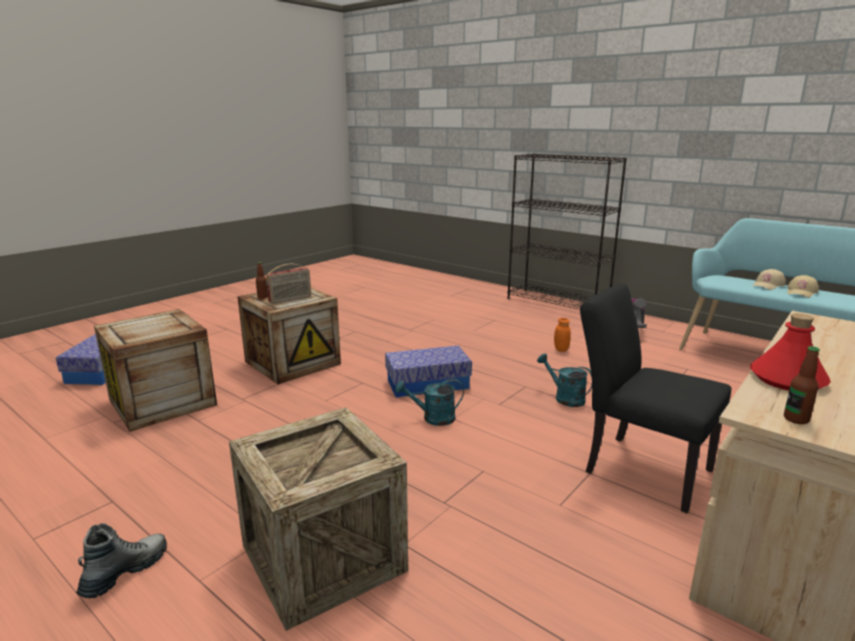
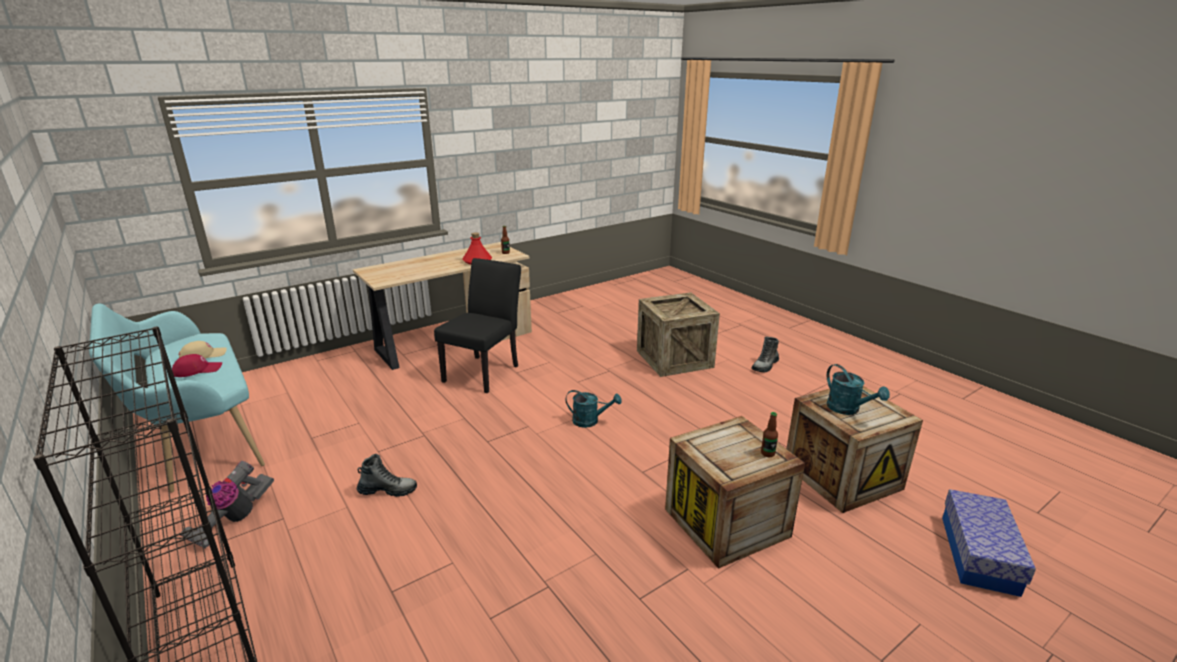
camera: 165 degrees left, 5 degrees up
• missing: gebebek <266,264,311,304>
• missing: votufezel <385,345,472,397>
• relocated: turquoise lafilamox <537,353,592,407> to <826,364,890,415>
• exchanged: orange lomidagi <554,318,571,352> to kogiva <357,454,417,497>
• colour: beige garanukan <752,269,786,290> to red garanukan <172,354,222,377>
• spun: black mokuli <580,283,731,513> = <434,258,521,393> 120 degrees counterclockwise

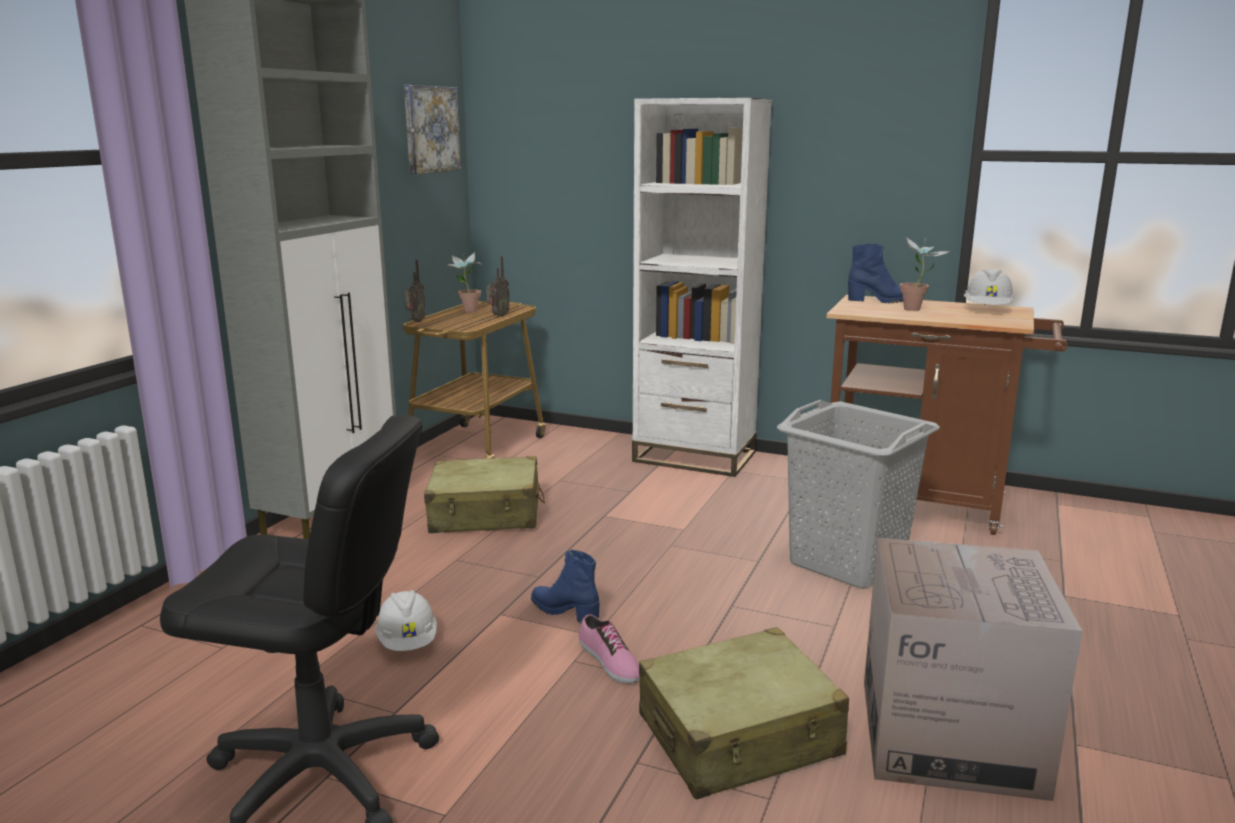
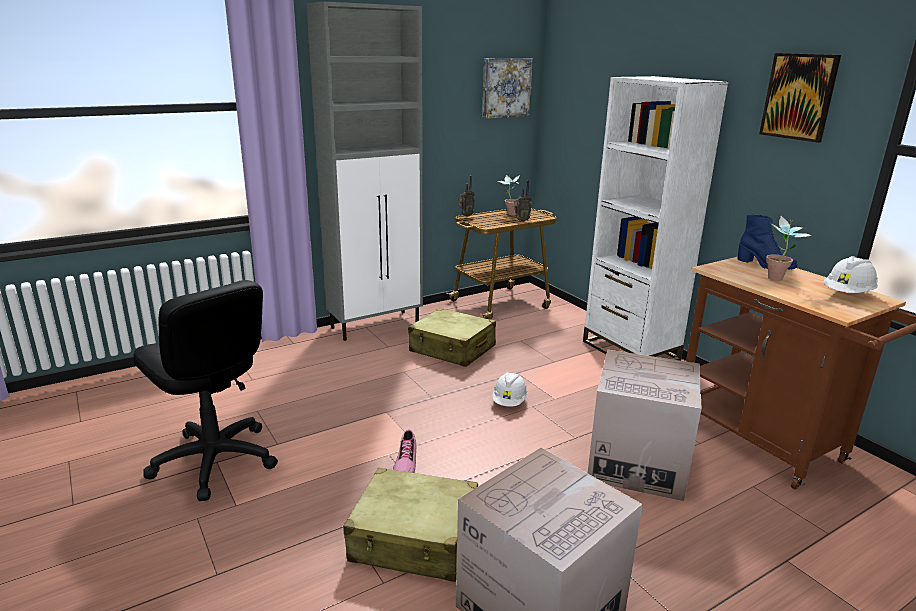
camera: 35 degrees right, 5 degrees up
• missing: blue kogiva <531,550,600,624>
• appeared: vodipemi <759,53,841,143>
• relocated: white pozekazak <375,590,437,651> to <492,372,528,407>
• exchanged: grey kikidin <777,400,940,589> to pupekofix <588,350,702,501>

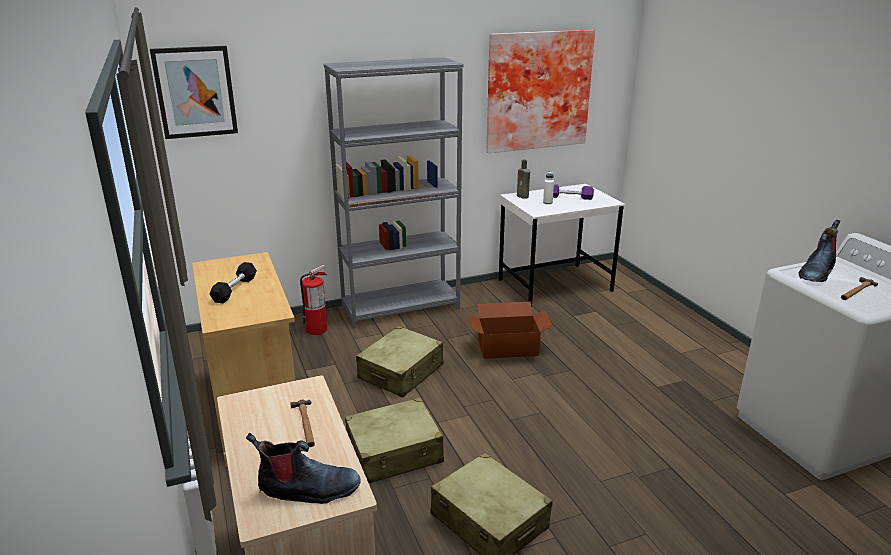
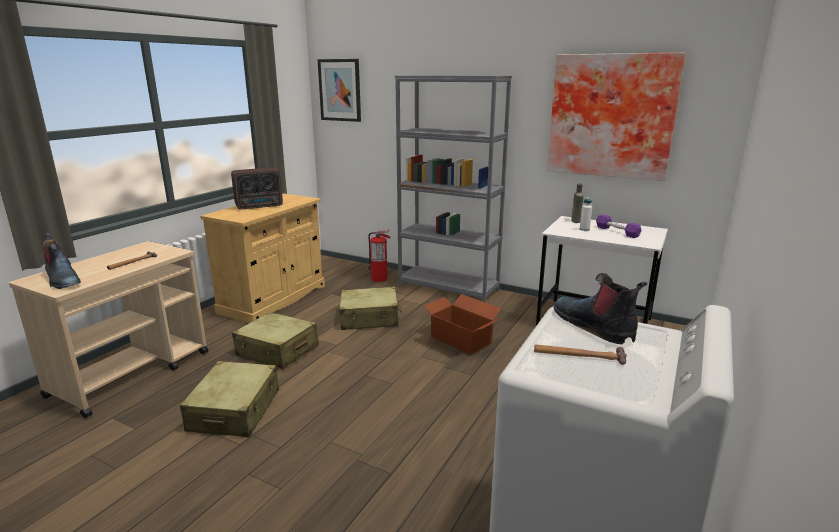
camera: 50 degrees right, 5 degrees down
• exchanged: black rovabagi <210,262,257,303> to gebebek <231,168,283,210>
• spun: kogiva <798,220,840,282> = <554,273,647,344> 60 degrees clockwise

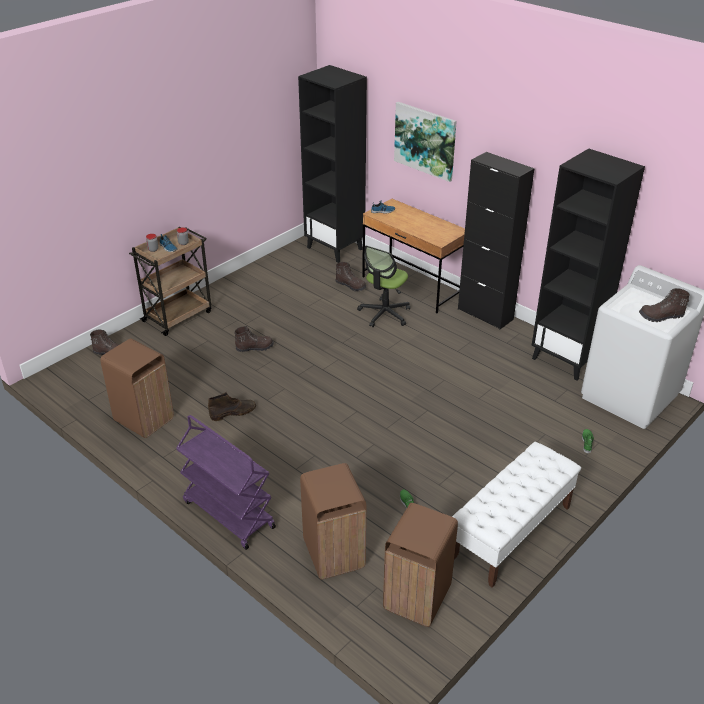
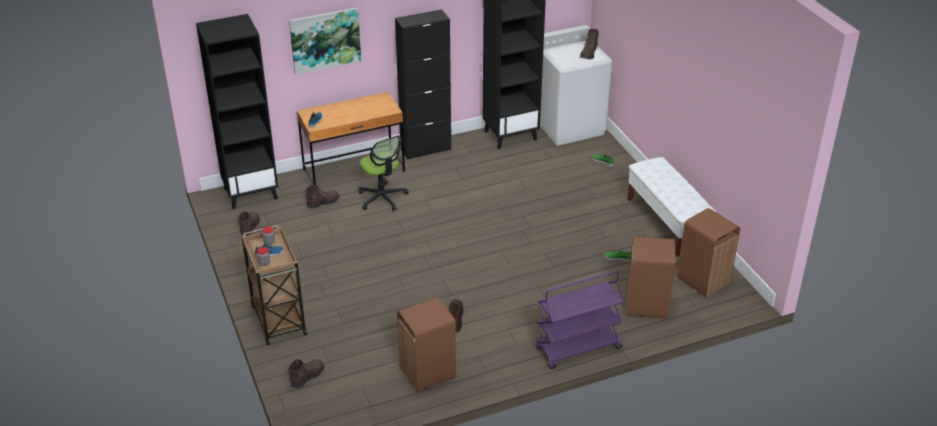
camera: 65 degrees left, 0 degrees up
• relocated: brown kogiva <234,326,274,352> to <238,212,260,236>

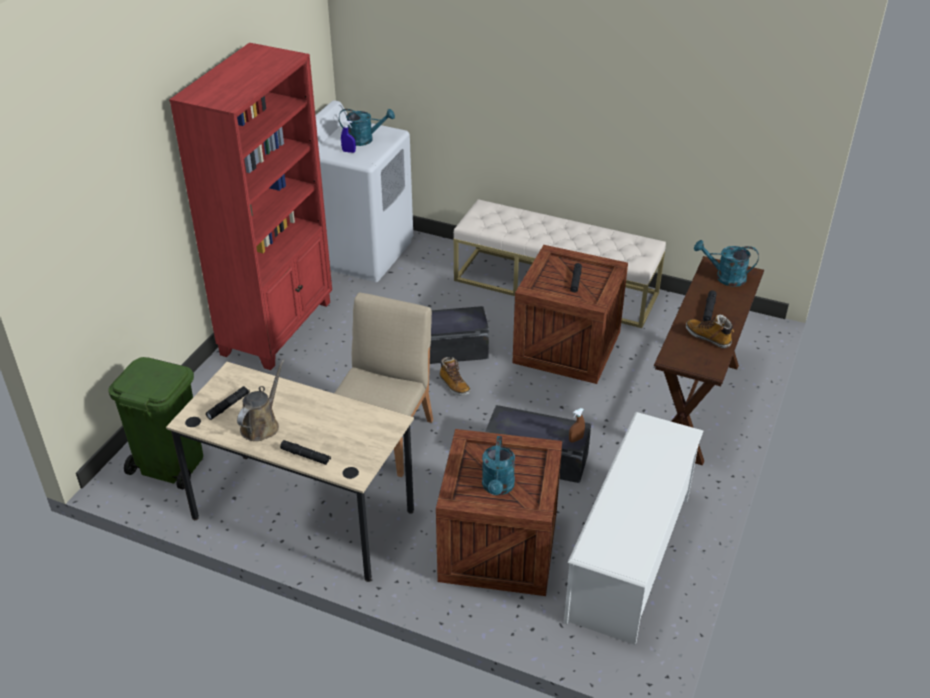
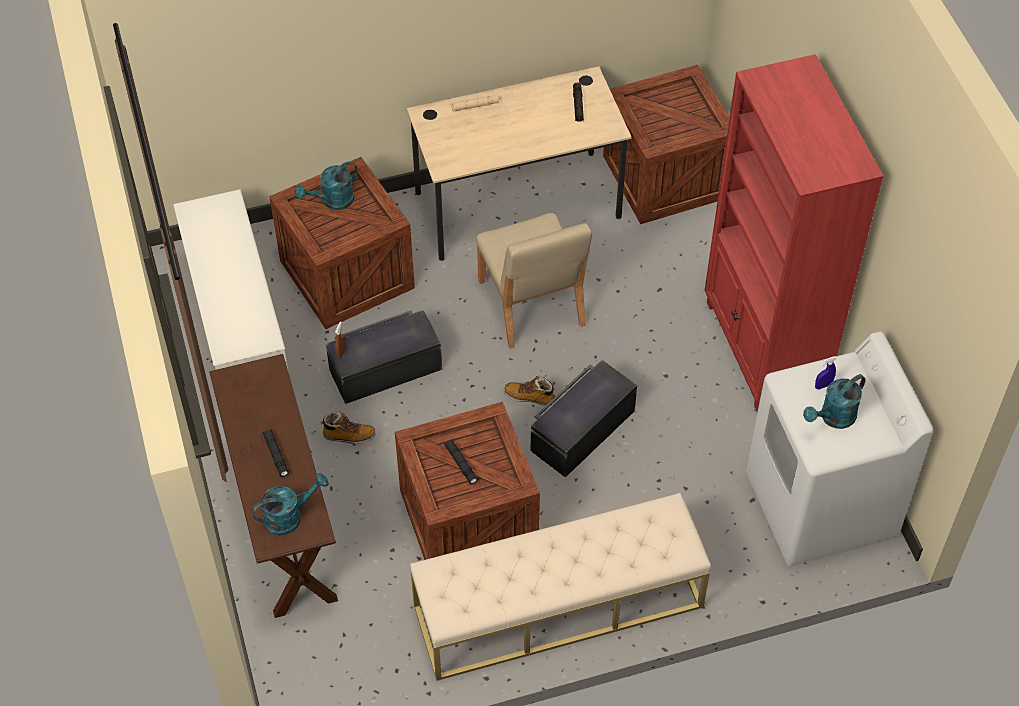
camera: 140 degrees right, 15 degrees up
• missing: brown lafilamox <237,359,285,441>
• relocated: kogiva <686,314,734,348> to <321,411,376,445>
• exchanged: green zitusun <109,357,203,490> to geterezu <603,65,730,224>
• colour: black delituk <280,440,331,465> to beige delituk <451,95,499,111>
• spun: turquoise lafilamox <482,436,515,495> = <295,161,358,210> 90 degrees counterclockwise

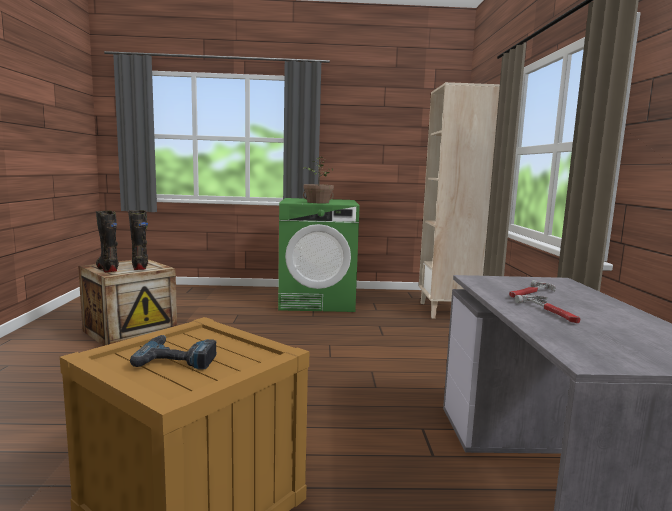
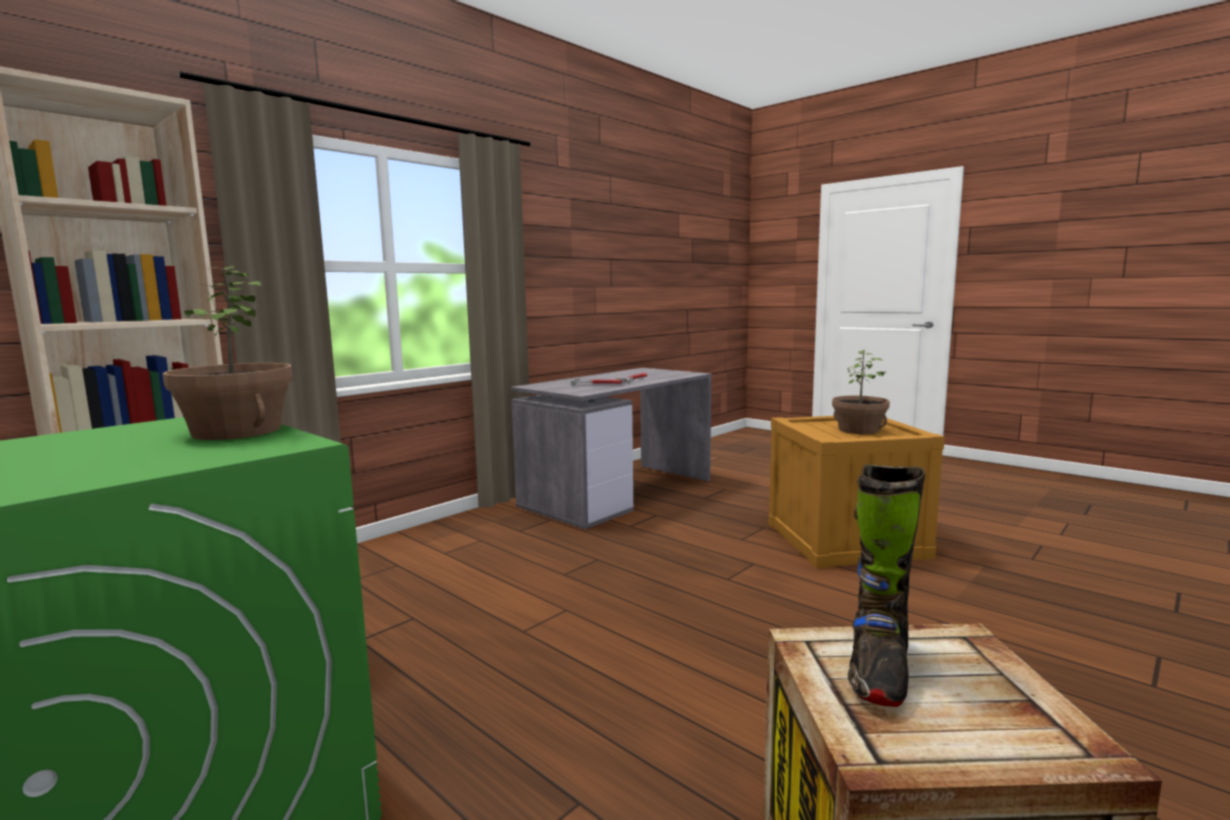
camera: 135 degrees left, 0 degrees up
• missing: black kogiva <96,211,119,272>
• exchanged: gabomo <130,335,217,370> to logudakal <832,350,890,434>

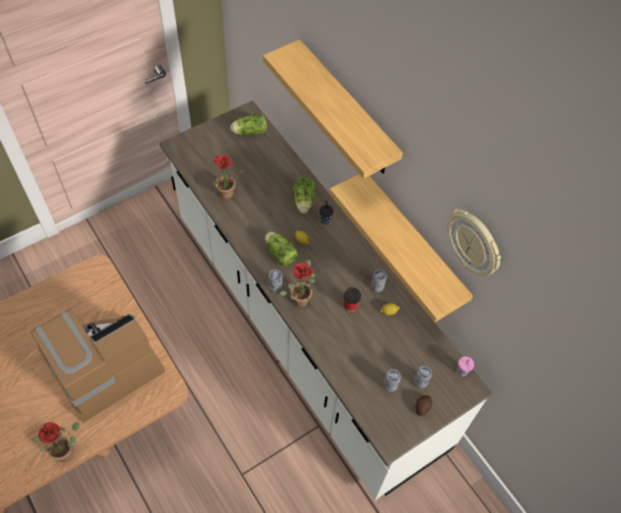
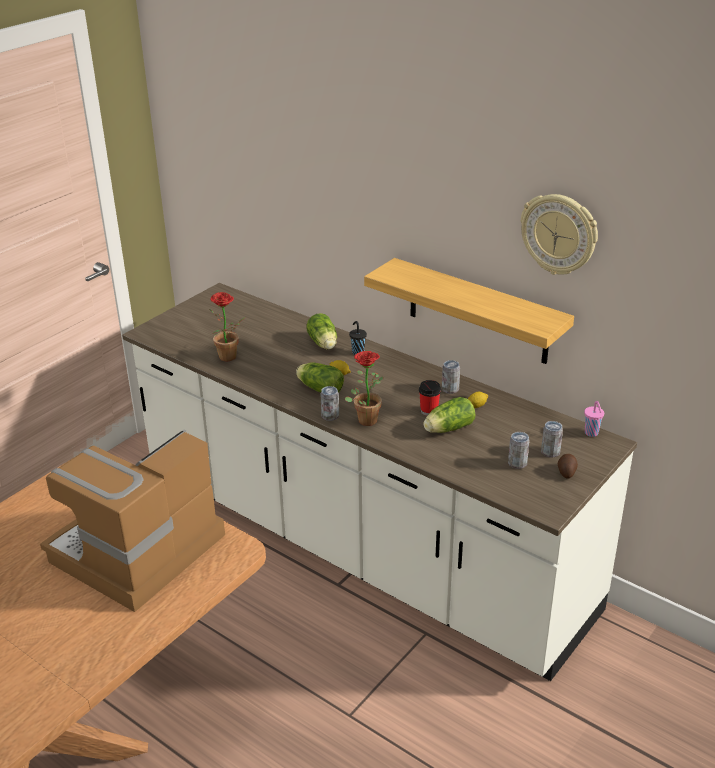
camera: 15 degrees left, 25 degrees down
• missing: logudakal <32,422,79,462>
• missing: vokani <263,39,403,179>
• relocated: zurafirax <230,114,267,135> to <423,397,476,433>

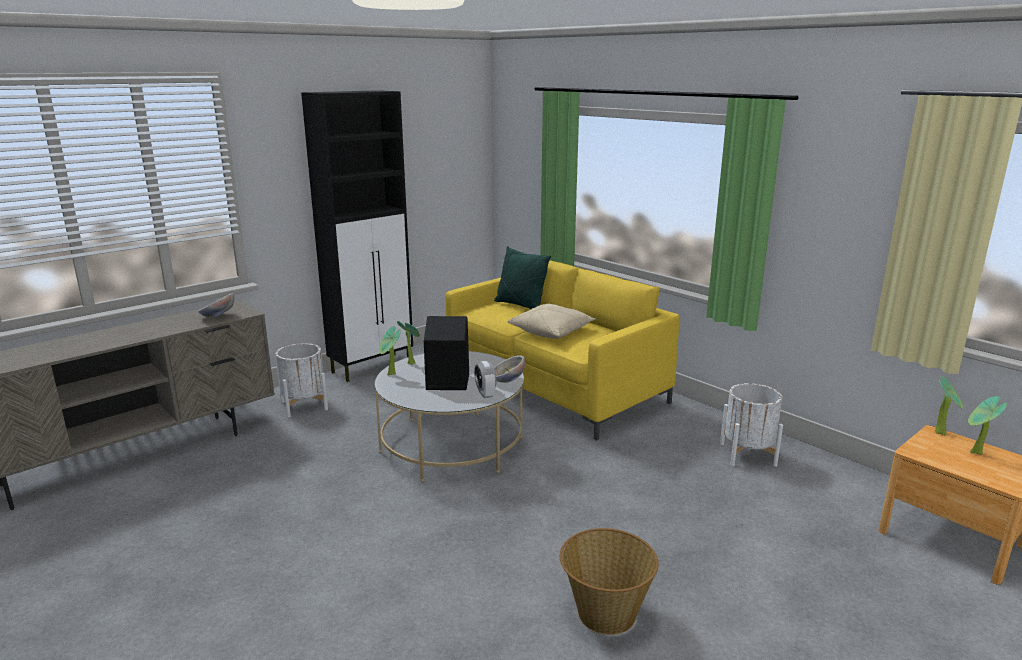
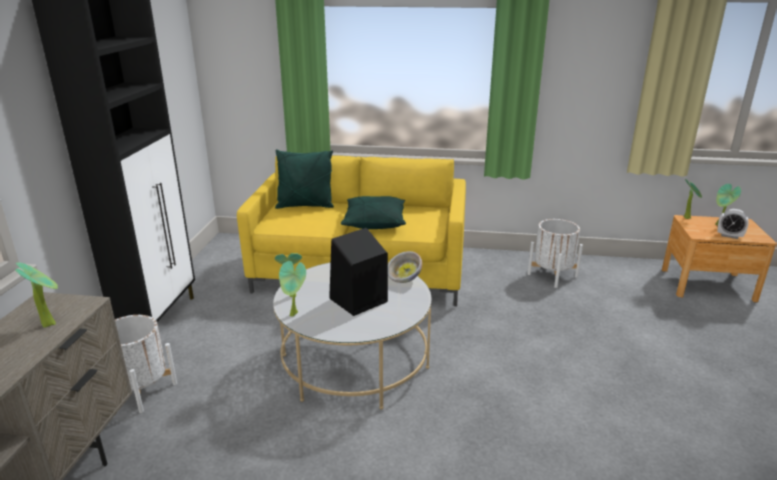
camera: 40 degrees left, 5 degrees up
• missing: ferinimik <560,528,659,635>
• relocated: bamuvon <474,361,497,398> to <717,209,749,239>
• exchanged: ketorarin <198,293,234,318> to logudakal <15,262,58,328>
• colour: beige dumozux <507,304,596,339> to green dumozux <341,196,406,229>

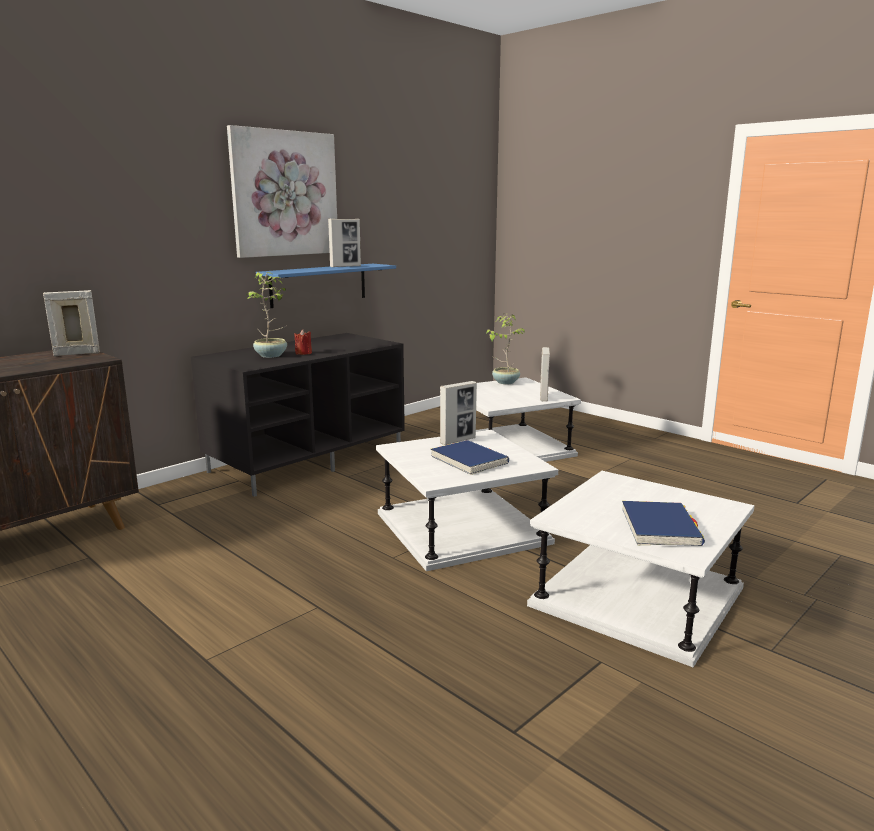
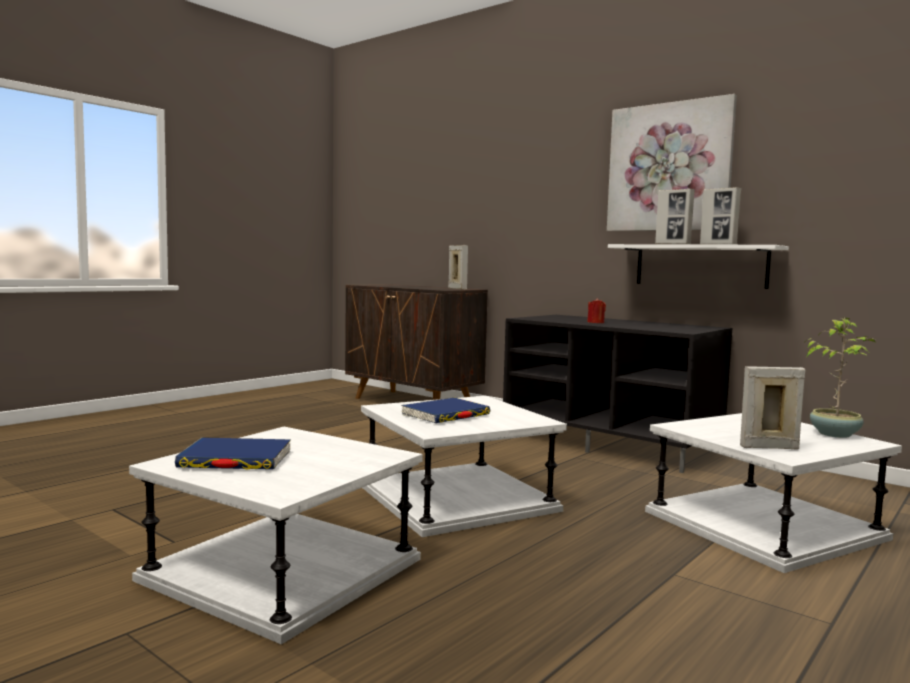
camera: 85 degrees right, 10 degrees down
• missing: logudakal <246,272,287,358>
• relocated: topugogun <440,381,477,445> to <655,189,695,245>
• colour: blue vokani <256,264,396,308> to white vokani <608,244,789,289>

